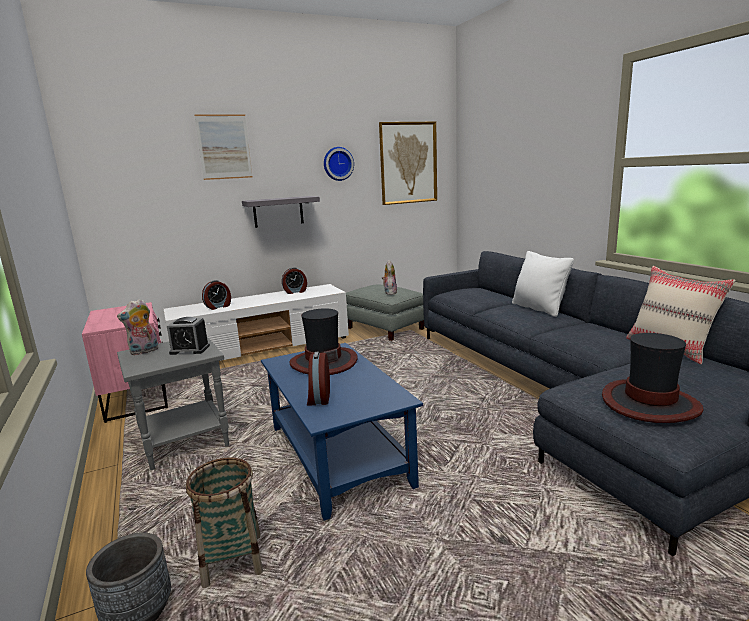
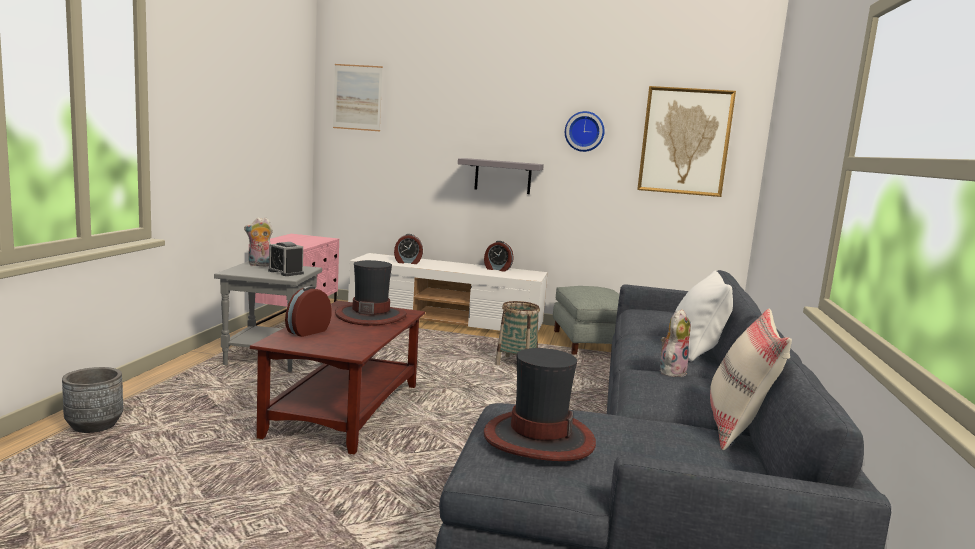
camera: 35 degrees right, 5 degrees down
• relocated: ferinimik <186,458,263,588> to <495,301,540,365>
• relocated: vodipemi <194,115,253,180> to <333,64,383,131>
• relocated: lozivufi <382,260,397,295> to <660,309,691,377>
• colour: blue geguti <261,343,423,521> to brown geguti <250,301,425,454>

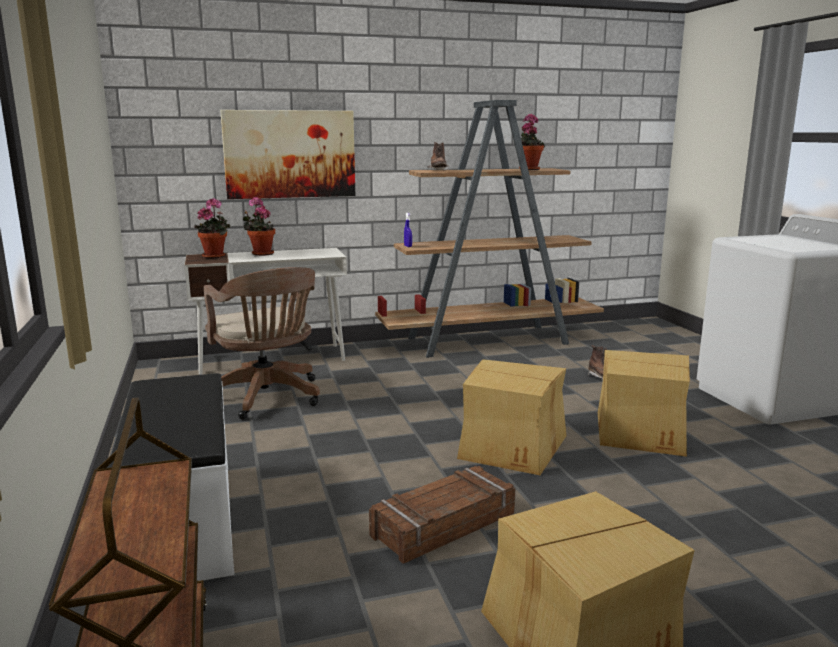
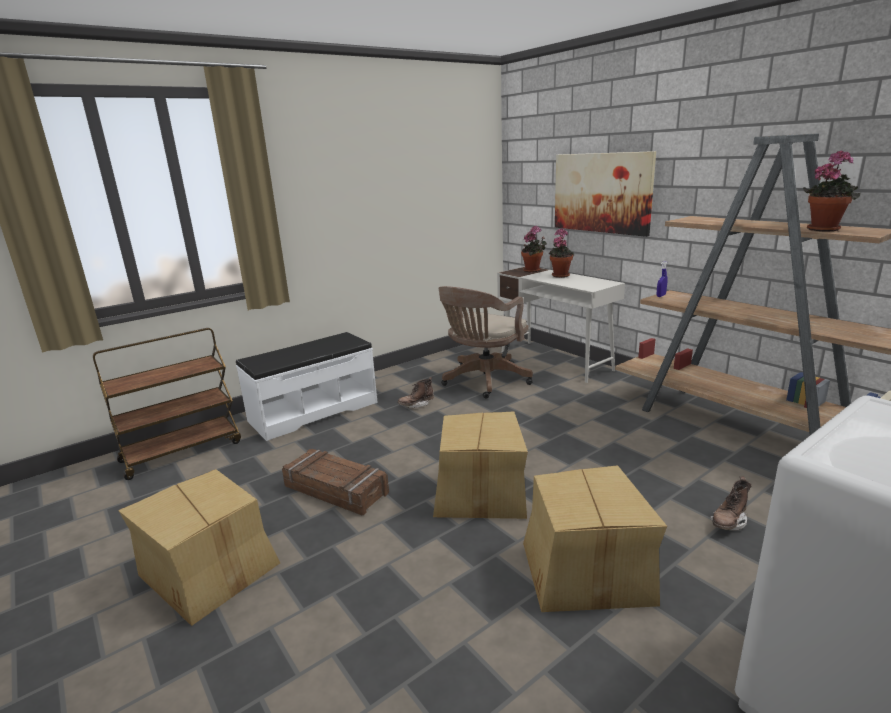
camera: 70 degrees right, 5 degrees up
• relocated: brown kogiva <427,142,449,170> to <397,377,434,408>

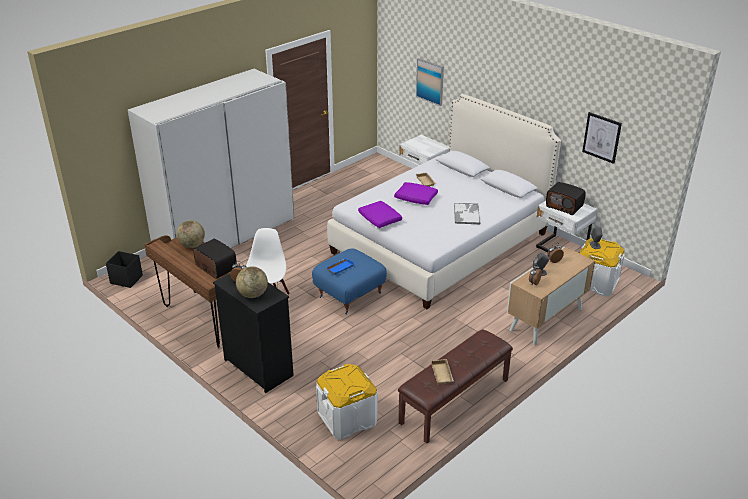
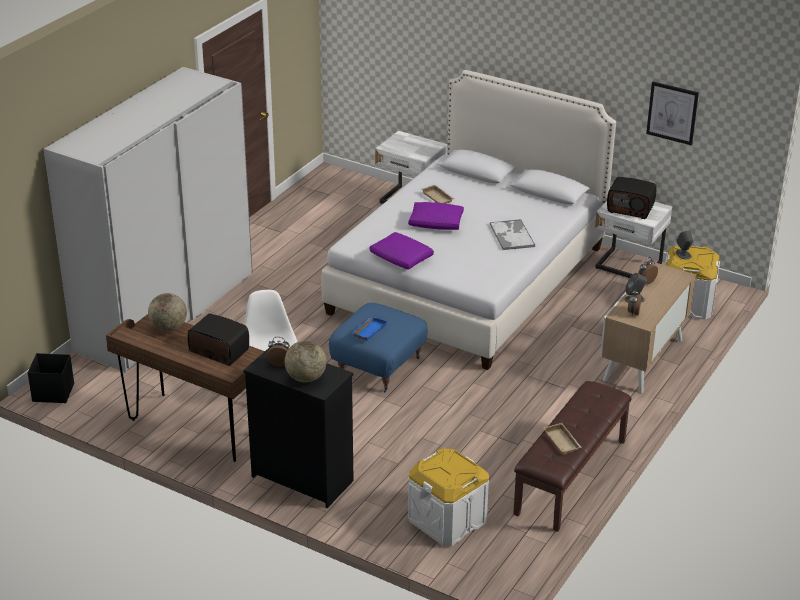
camera: 15 degrees left, 0 degrees up
• missing: vodipemi <416,58,444,106>

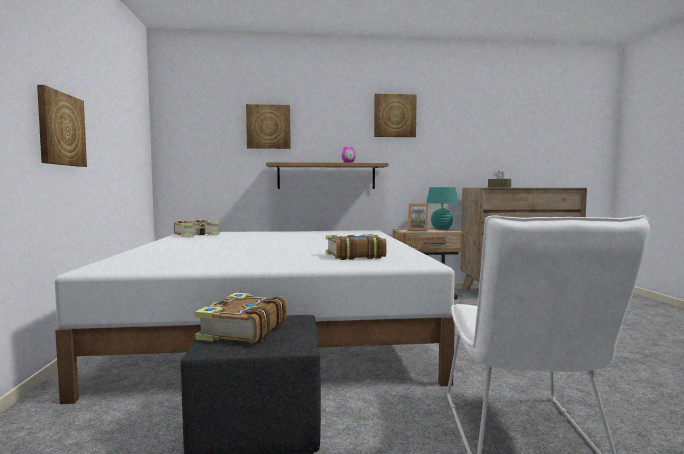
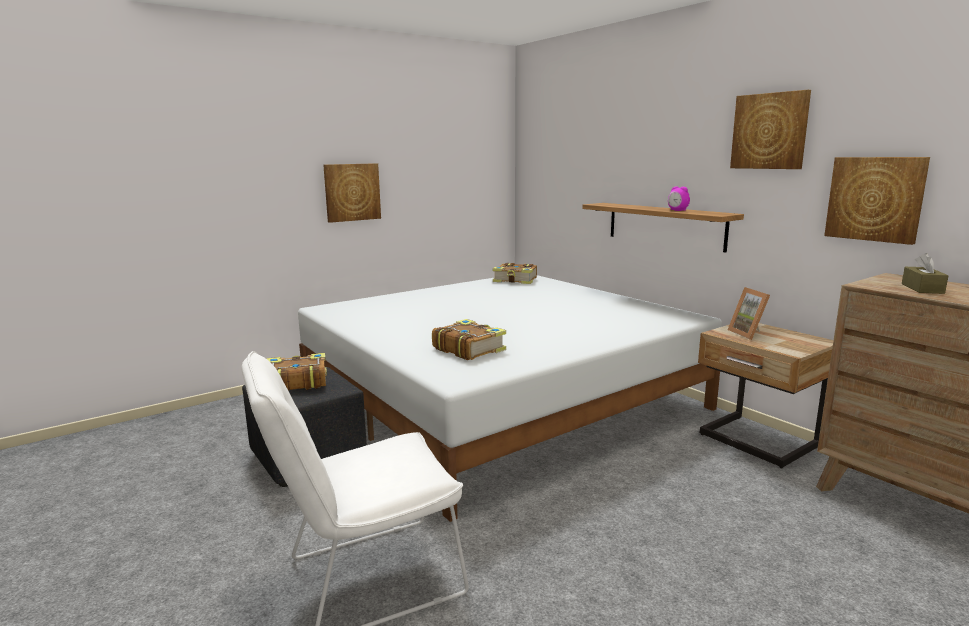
camera: 60 degrees right, 10 degrees up
• missing: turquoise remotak <426,187,458,230>
• relocated: vodipemi <246,104,291,149> to <824,157,930,245>

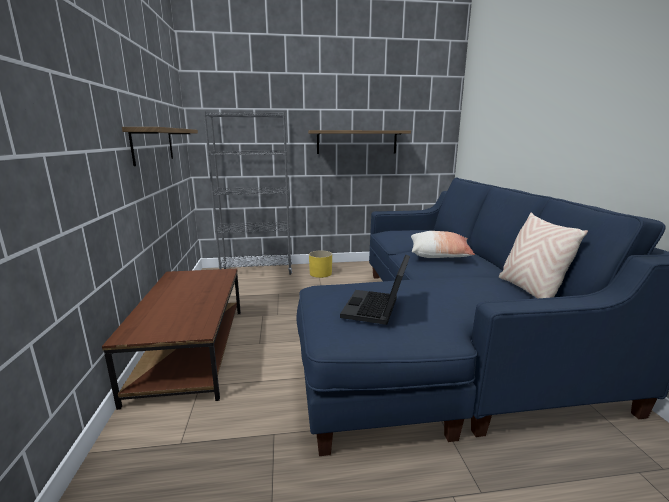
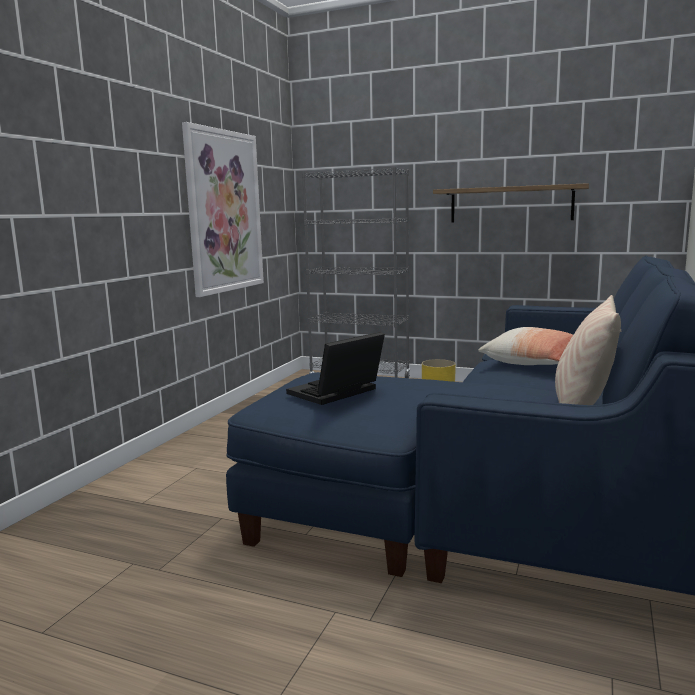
camera: 30 degrees right, 5 degrees down
• missing: brown geguti <102,269,241,410>
• exchanged: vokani <122,127,198,166> to vodipemi <182,122,264,297>

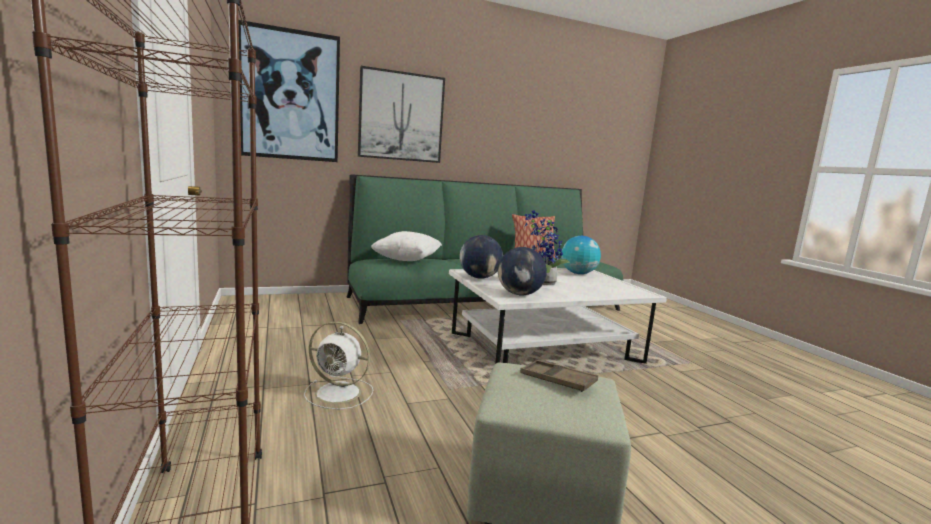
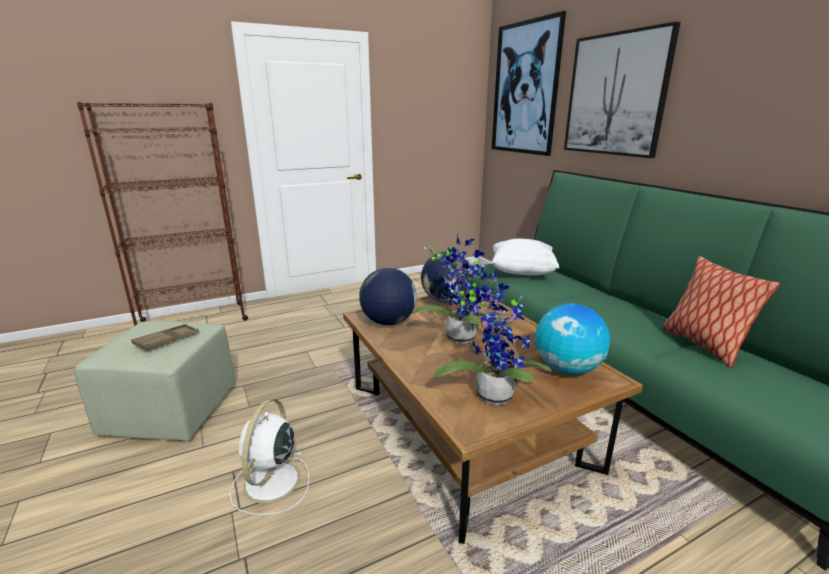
camera: 85 degrees right, 10 degrees up
• appeared: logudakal <435,267,552,406>
• relocated: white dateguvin <304,321,373,410> to <230,399,309,515>
• colour: white geguti <449,268,667,364> to brown geguti <343,296,643,544>

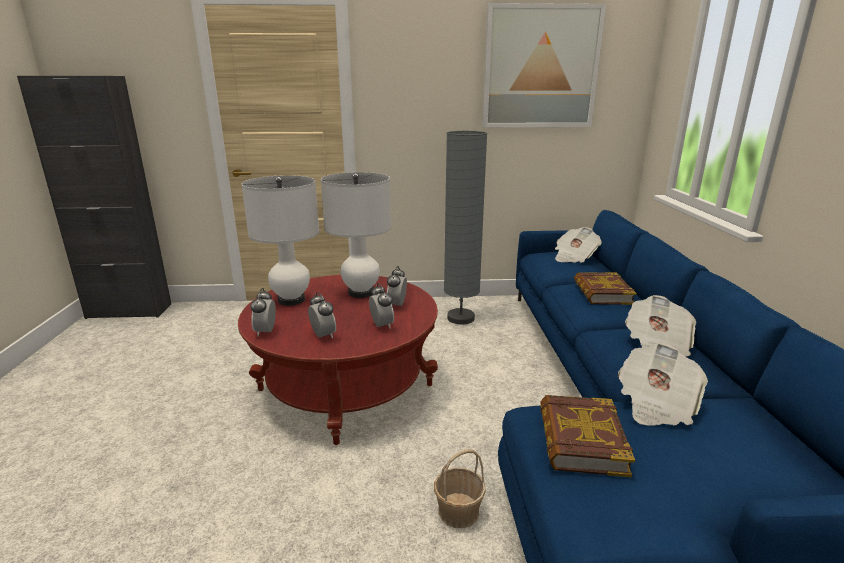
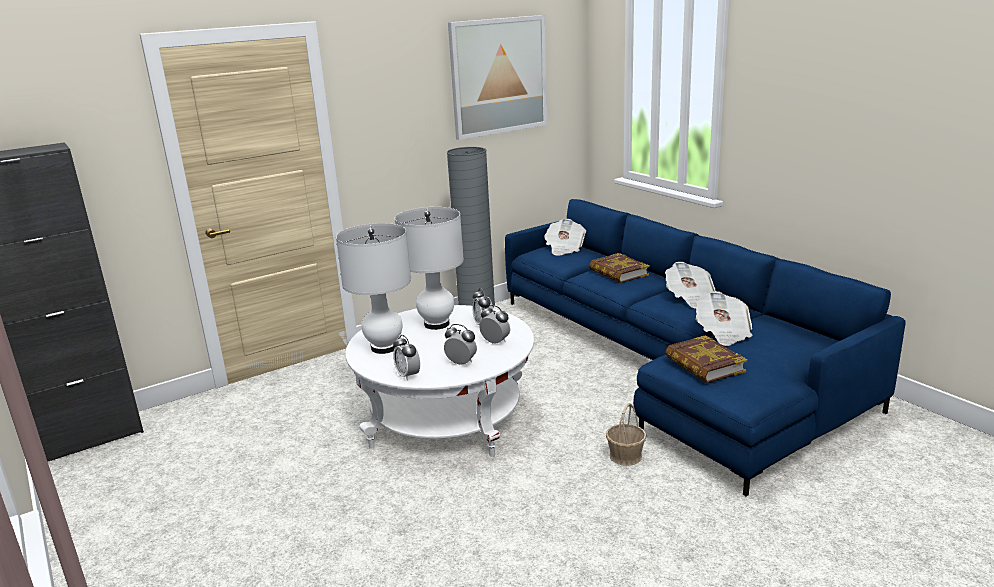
camera: 30 degrees left, 0 degrees up
• colour: red geguti <238,275,438,445> to white geguti <345,305,534,457>

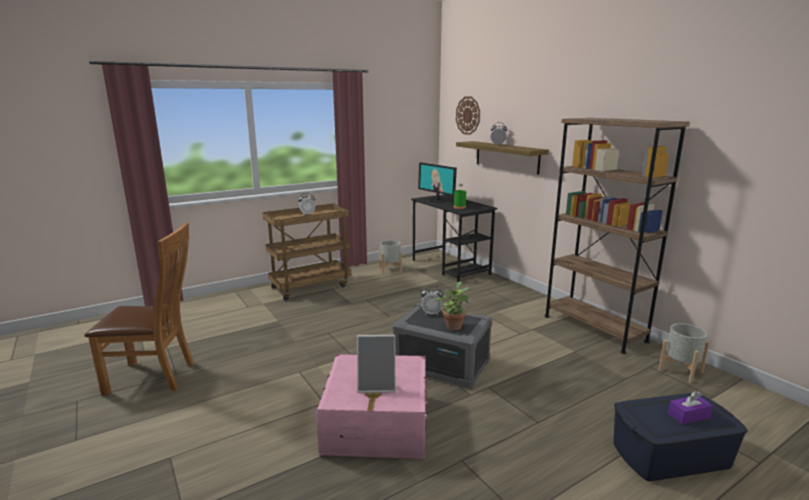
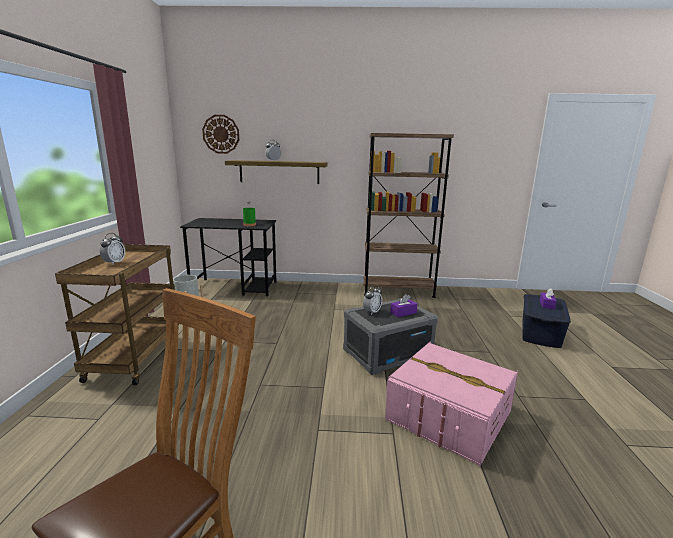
camera: 55 degrees left, 0 degrees up
• missing: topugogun <357,335,396,393>
• missing: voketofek <418,162,457,202>
• missing: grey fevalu <658,323,710,383>
• exchanged: logudakal <434,282,470,330> to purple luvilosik <390,294,418,317>

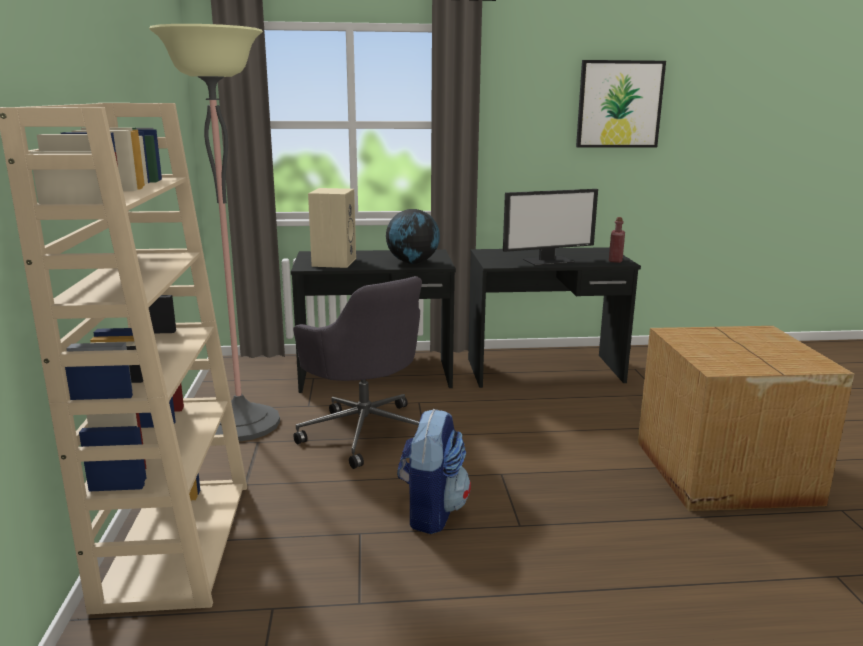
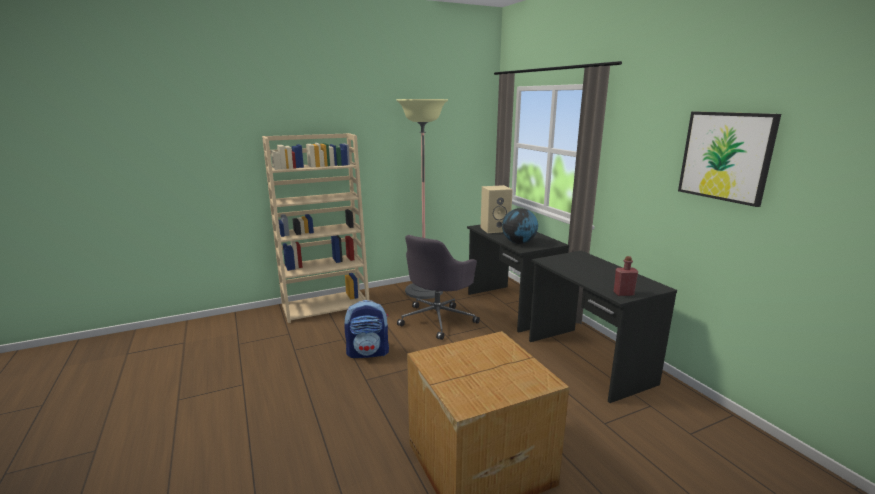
camera: 70 degrees right, 0 degrees up
• missing: voketofek <503,189,598,266>

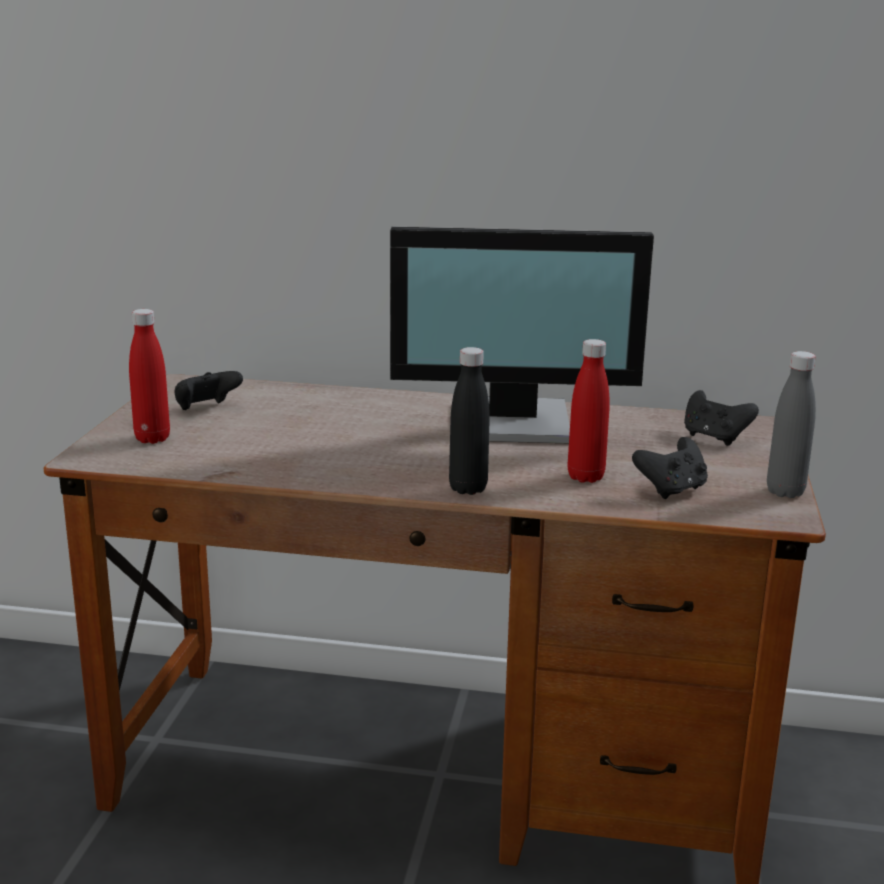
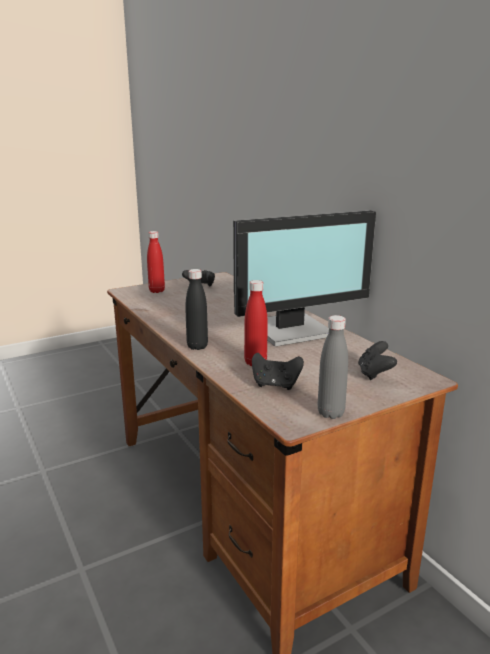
camera: 50 degrees right, 0 degrees up
• spun: voketofek <390,227,654,443> = <233,211,376,347> 75 degrees counterclockwise

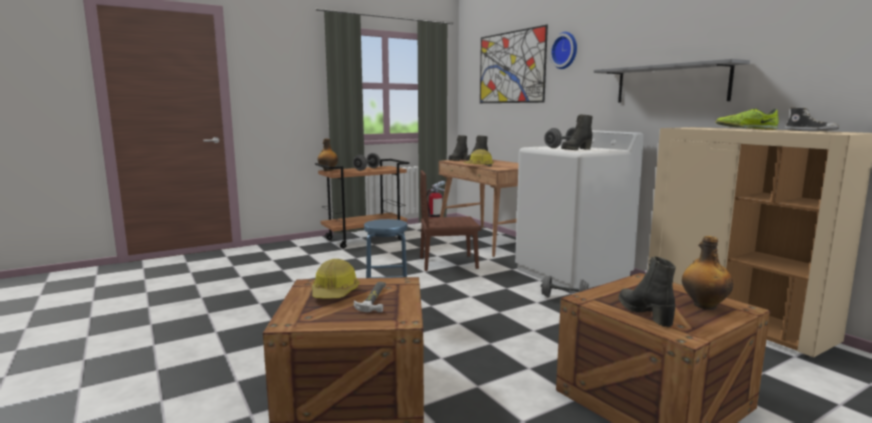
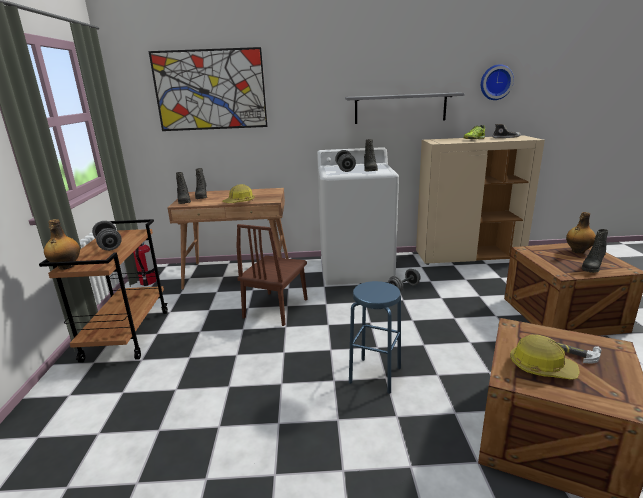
camera: 60 degrees left, 10 degrees up
• relocated: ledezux <549,32,577,69> to <481,64,514,100>
• spun: black kogiva <619,256,676,327> = <582,229,608,273> 60 degrees counterclockwise

